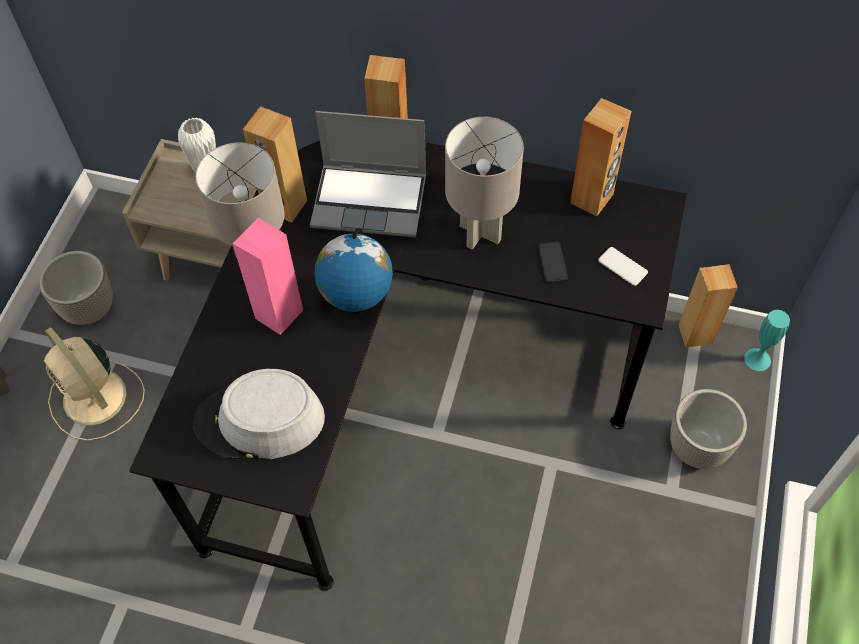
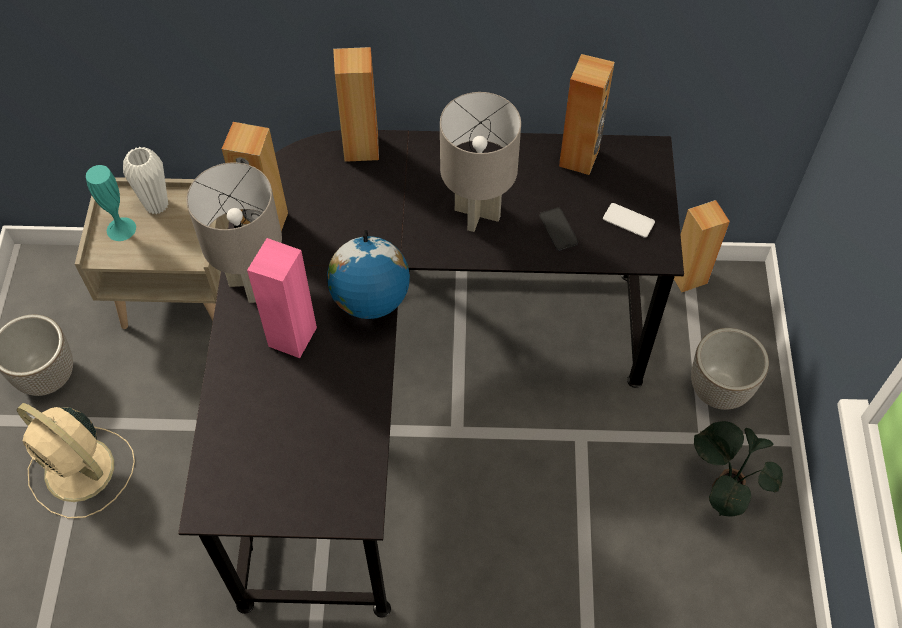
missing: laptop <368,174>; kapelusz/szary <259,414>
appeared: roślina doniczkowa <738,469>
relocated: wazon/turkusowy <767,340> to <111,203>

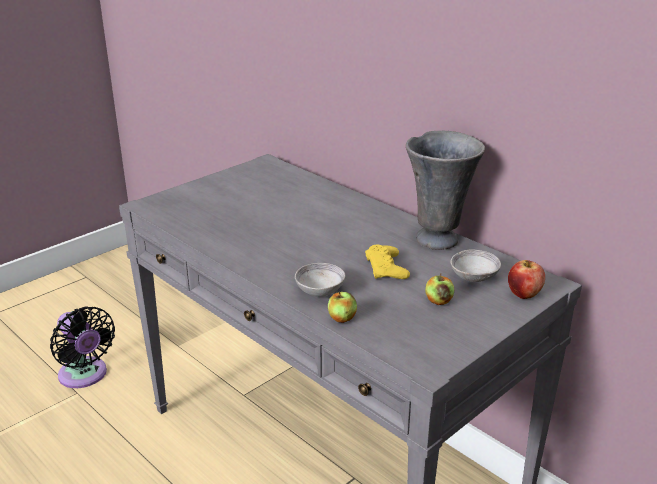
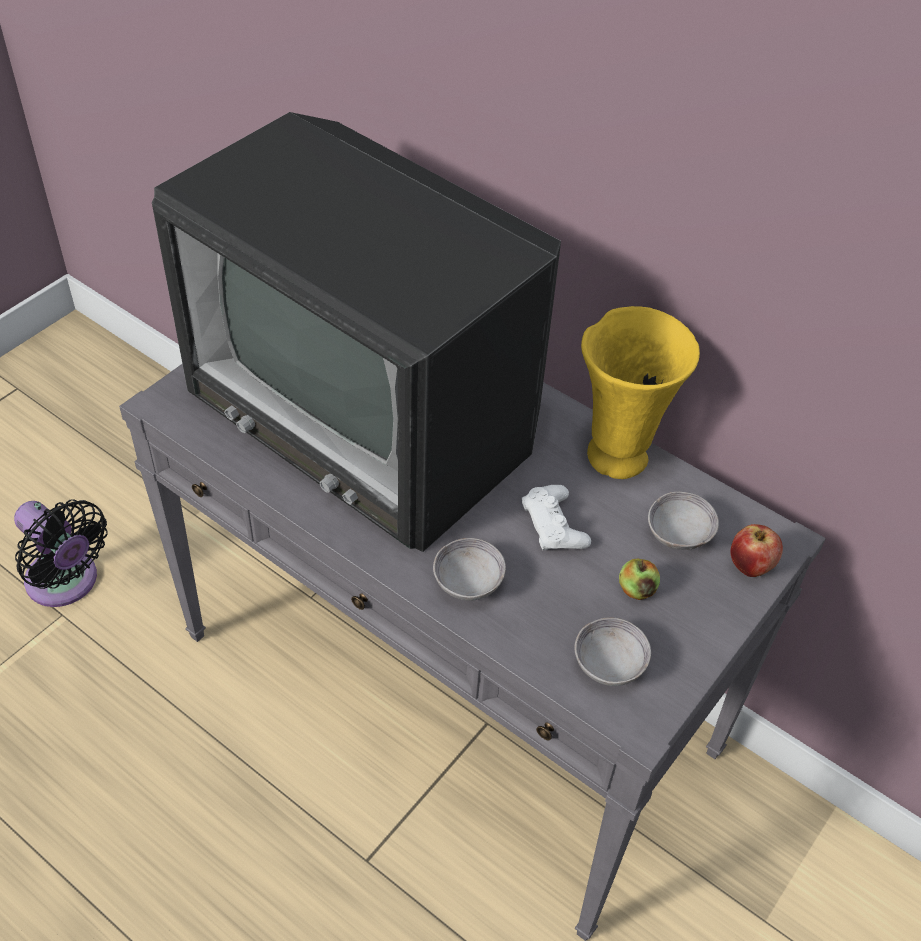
missing: jabłko <342,307>
appeared: telewizor <356,332>; miska/szary <612,651>
colour: wazon/szary <445,190> to wazon/żółty <640,392>; pad do gier/żółty <387,261> to pad do gier/biały <556,517>

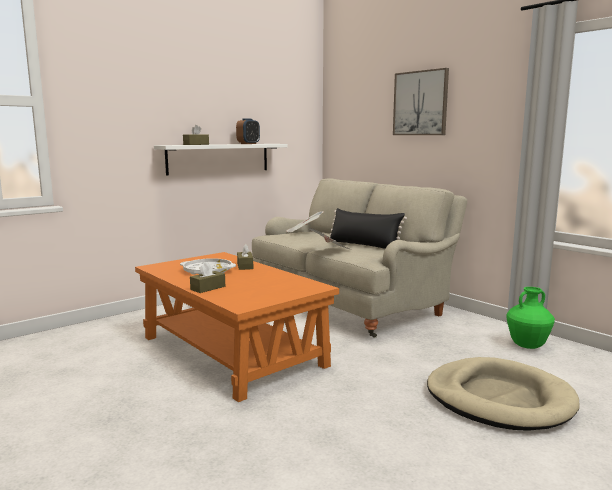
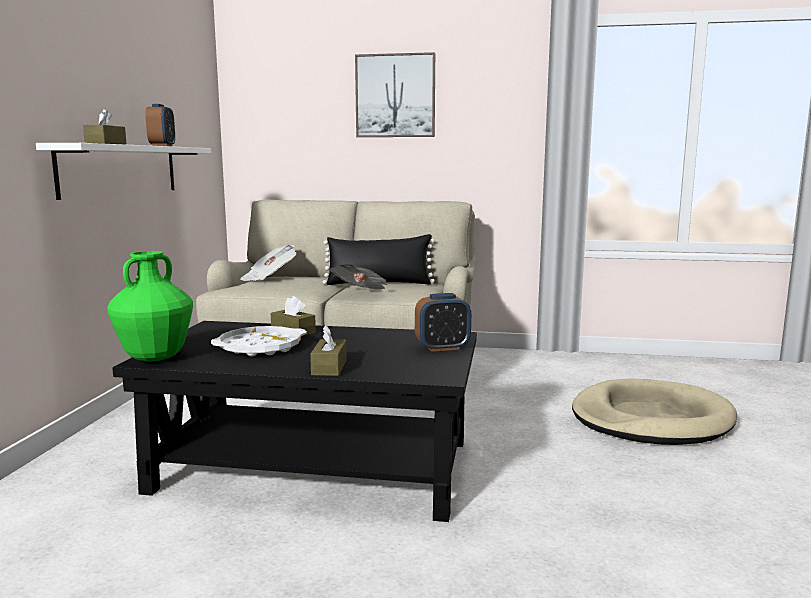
appeared: budzik <443,322>
relocated: wazon/zielony <530,318> to <150,306>
colour: ława/pomarańczowy <237,327> to ława/czarny <294,421>

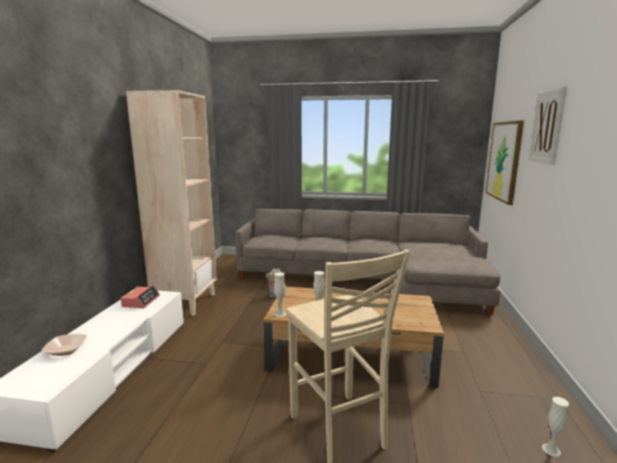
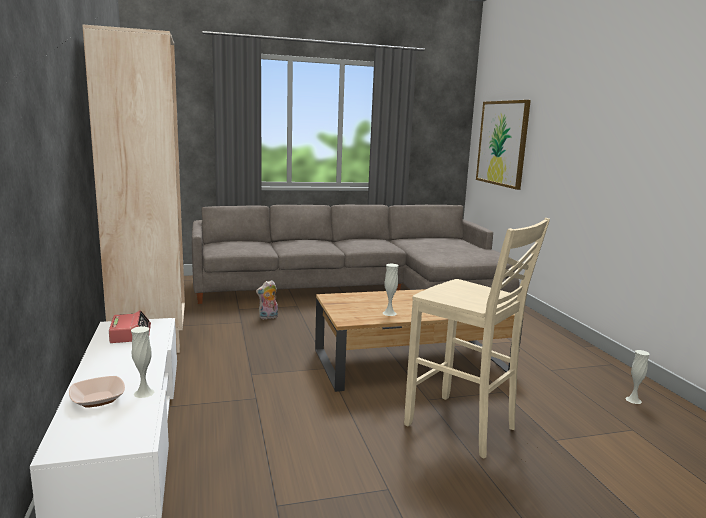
missing: obraz <547,125>
relocated: wazon/biały <280,294> to <143,362>

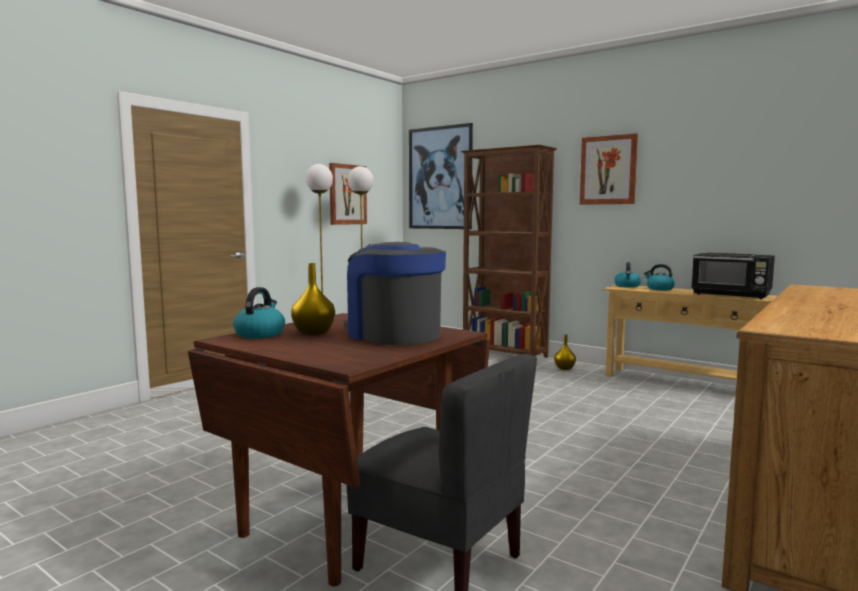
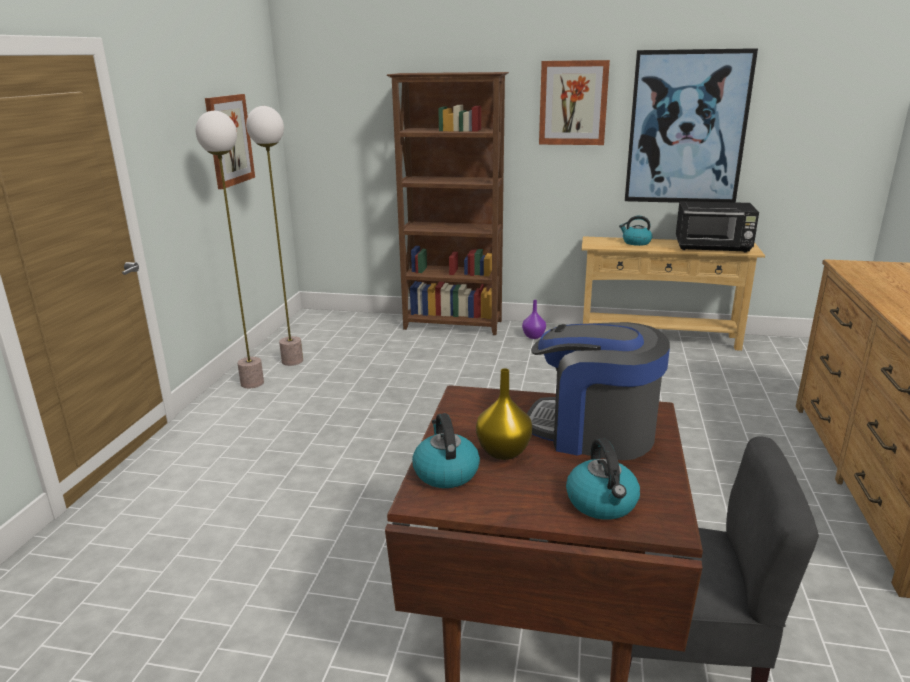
relocated: obraz <441,176> to <691,125>; czajnik <627,274> to <603,479>
colour: wazon/żółty <565,352> to wazon/fioletowy <534,319>

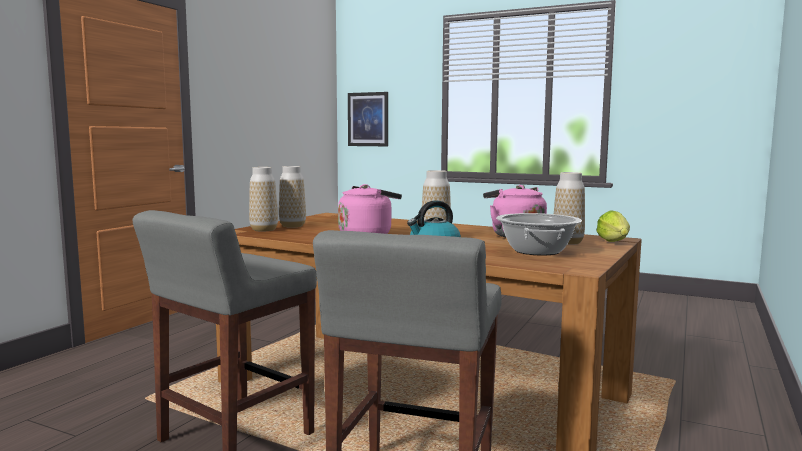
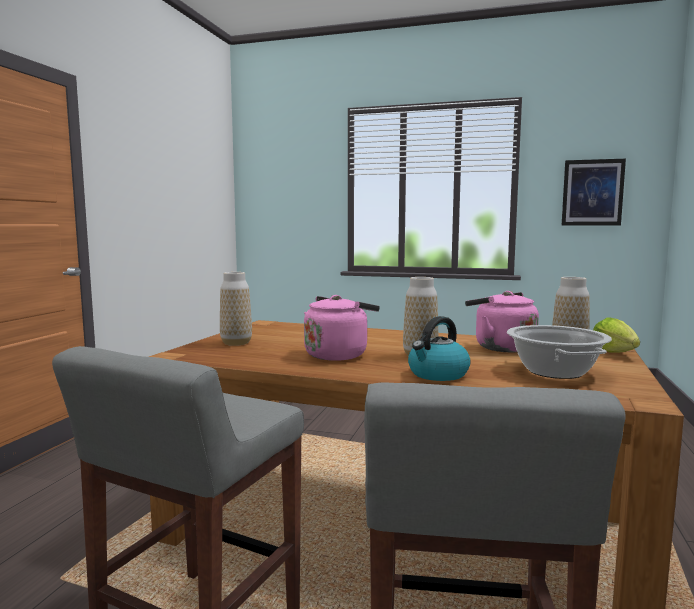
missing: wazon <263,199>
relocated: obraz <368,119> to <593,192>

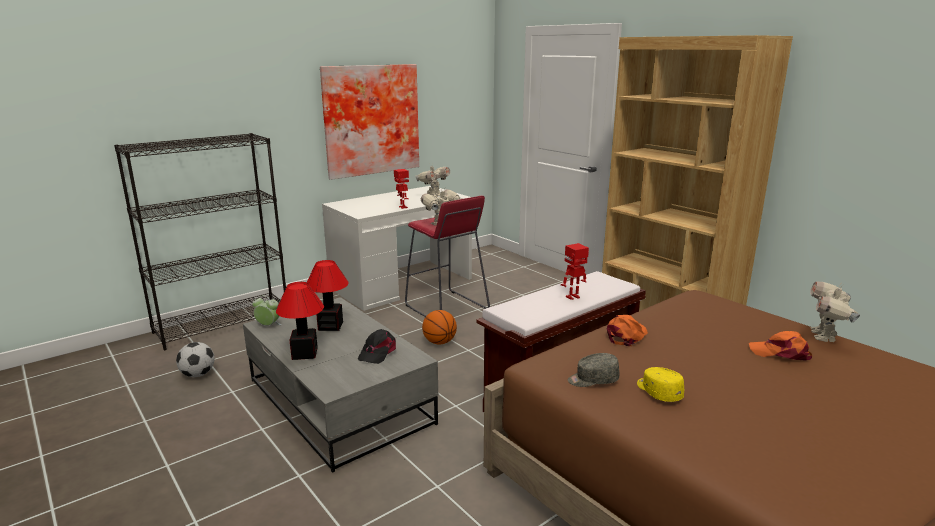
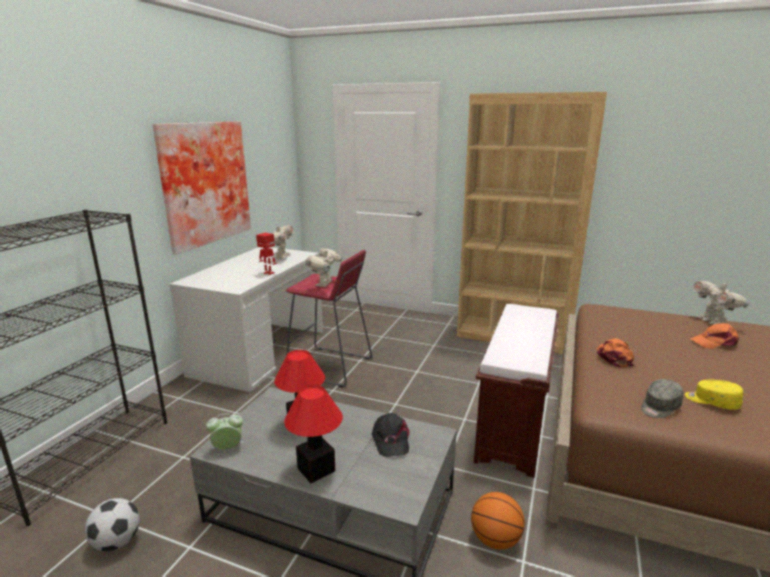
missing: robot zabawkowy <575,271>
relocated: piłka do koszykówki <439,327> to <498,521>

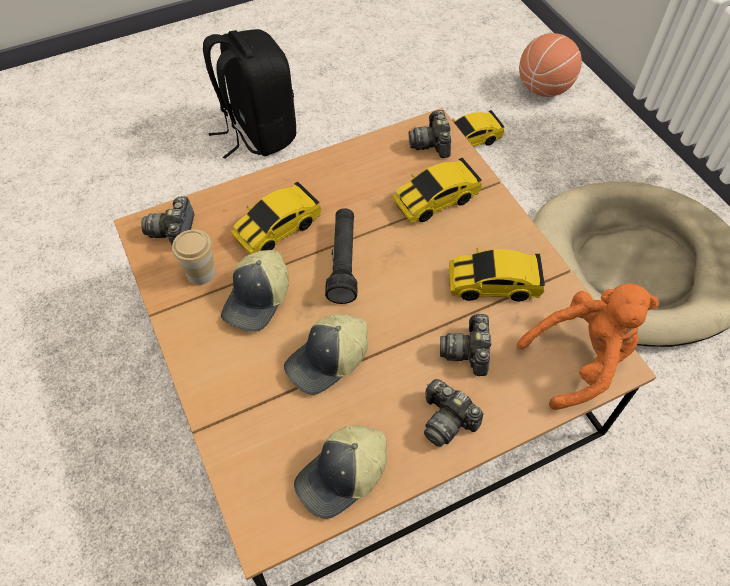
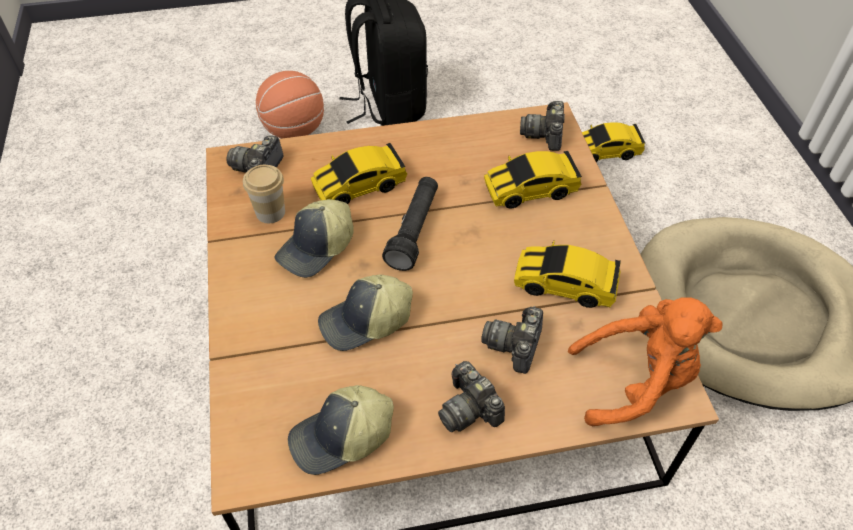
relocated: piłka do koszykówki <550,65> to <290,105>

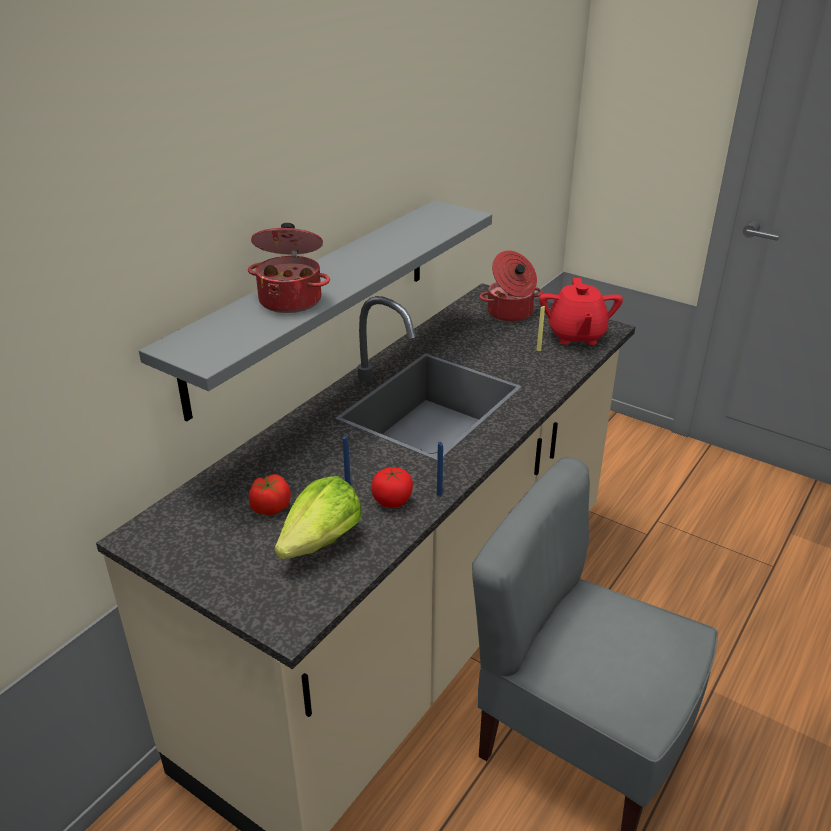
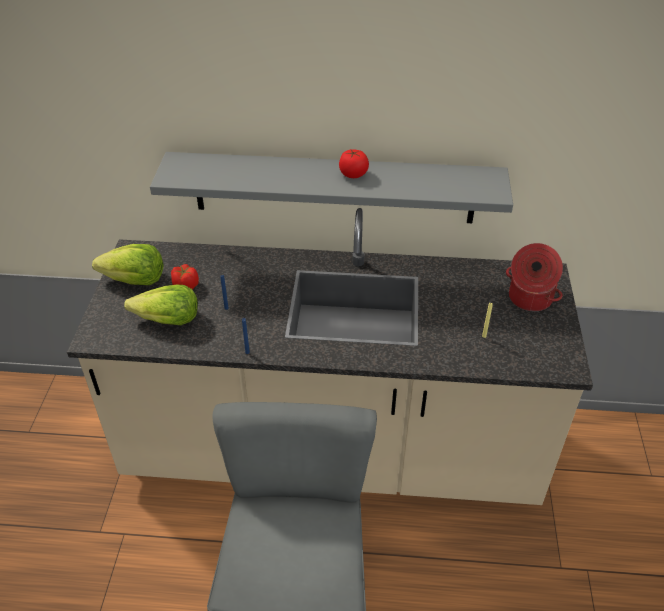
missing: garnek <289,268>; imbryk/czerwony <581,311>
appeared: sałata <128,264>
relocated: pomidor <392,487> to <354,163>

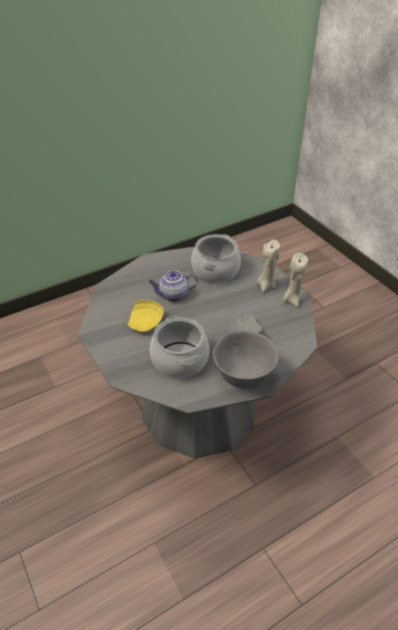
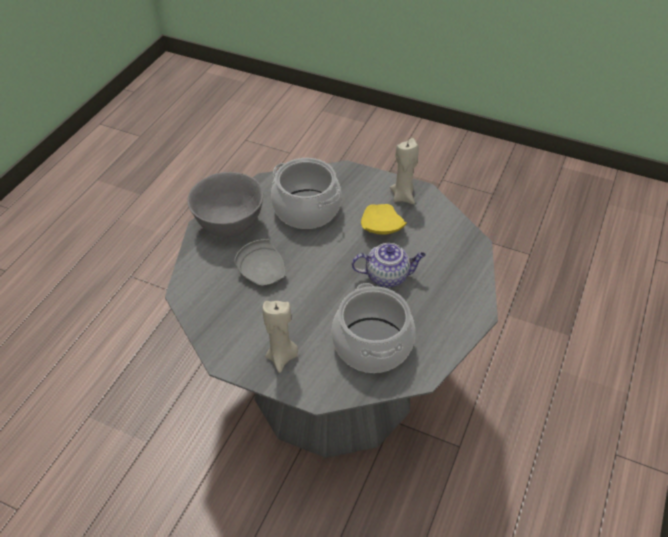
relocated: świeca/beżowy <295,280> to <404,171>
spun: imbryk <173,286> = <389,265> 45 degrees clockwise

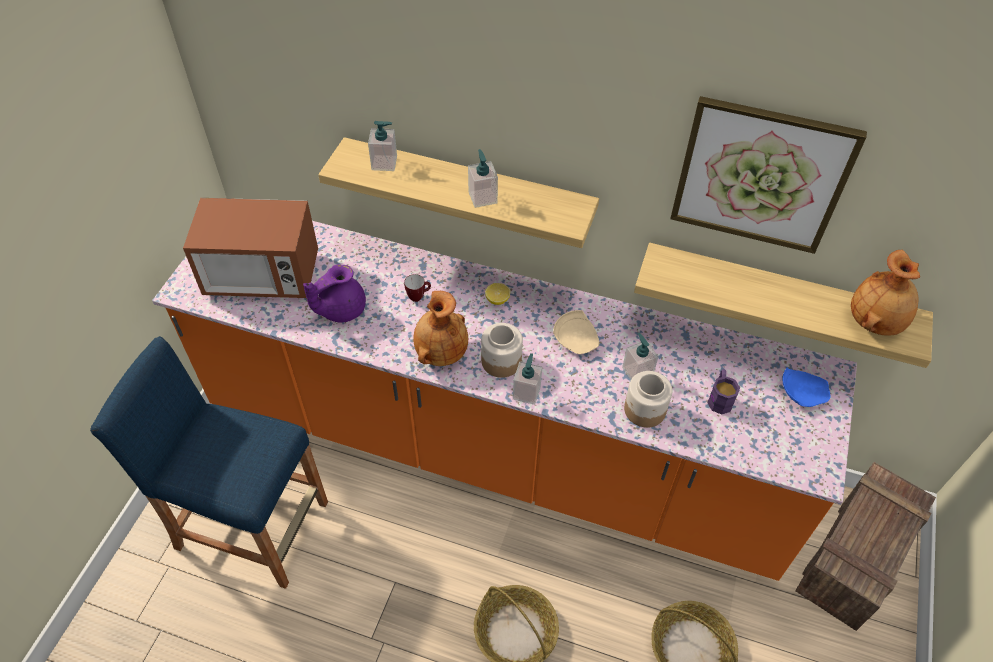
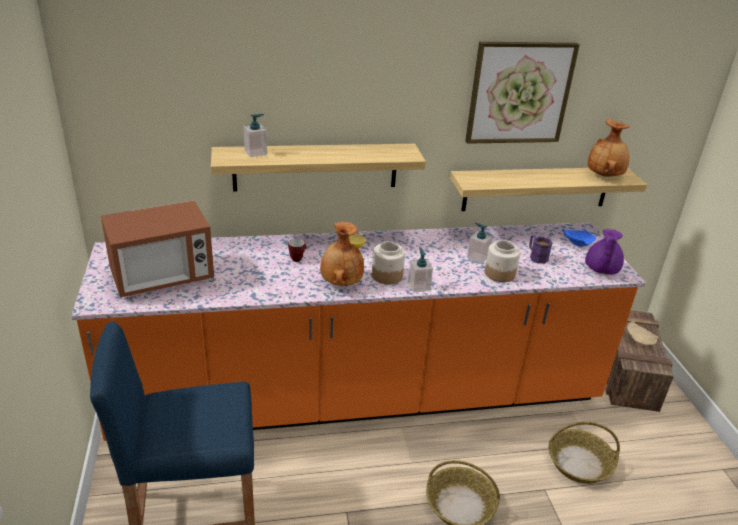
missing: dozownik mydła <483,178>
relocated: imbryk/fioletowy <334,293> to <604,252>; talerz/beżowy <576,332> to <642,333>

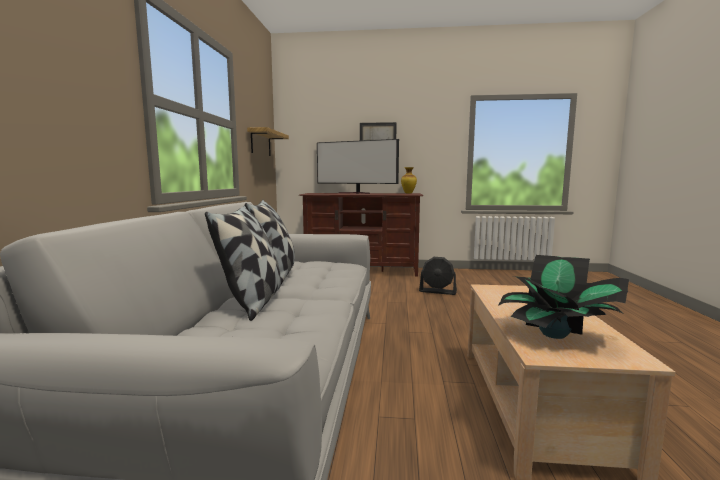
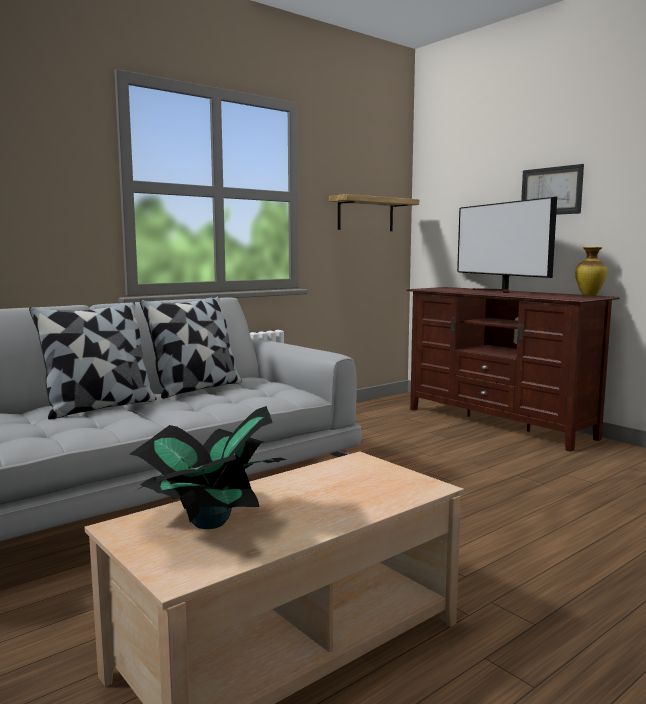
missing: wentylator/czarny <438,276>

